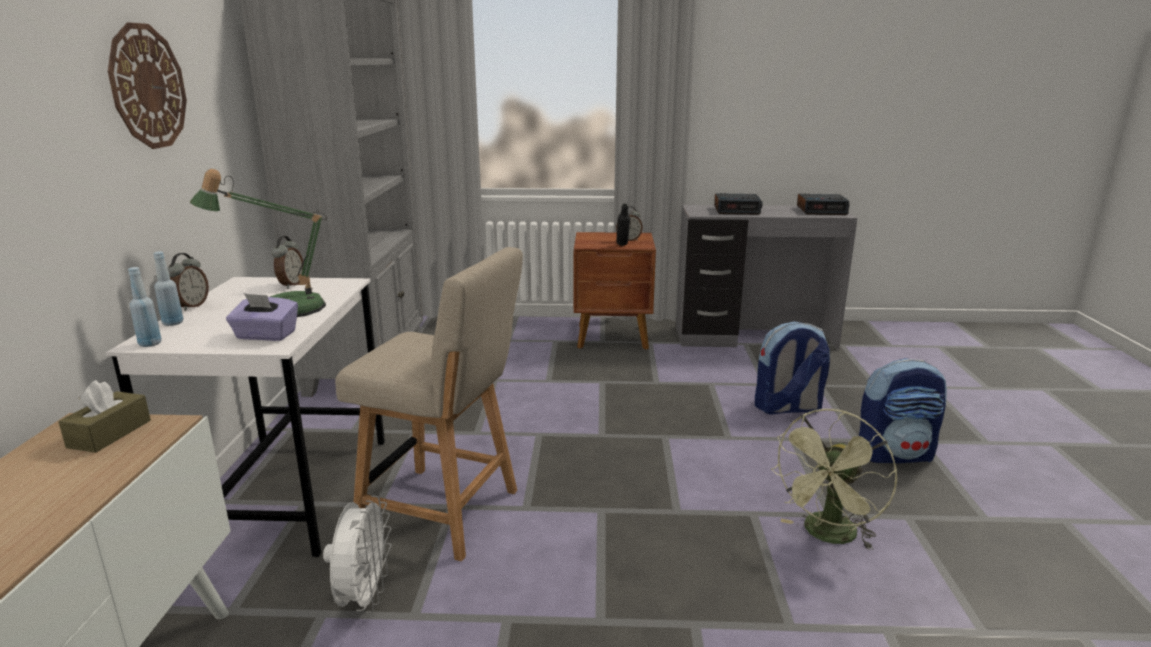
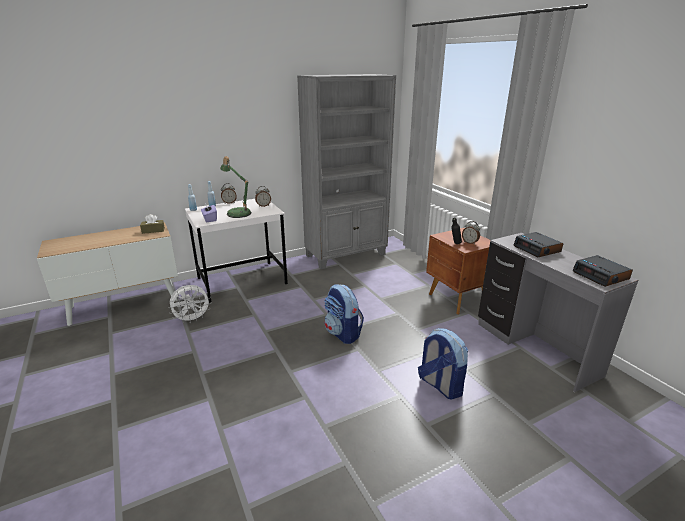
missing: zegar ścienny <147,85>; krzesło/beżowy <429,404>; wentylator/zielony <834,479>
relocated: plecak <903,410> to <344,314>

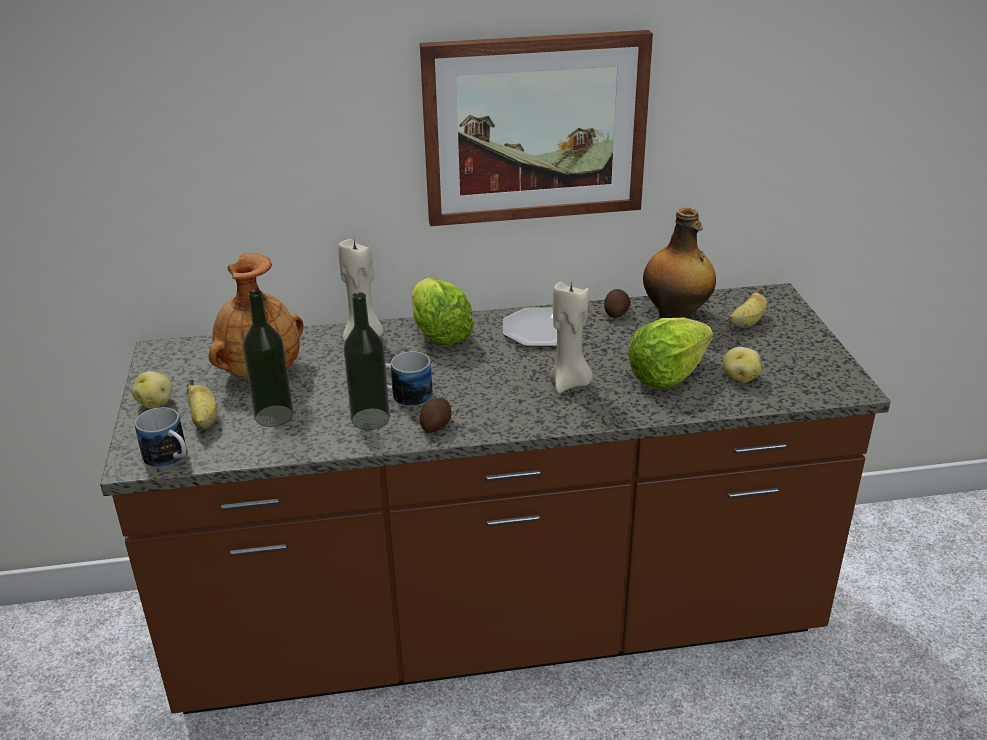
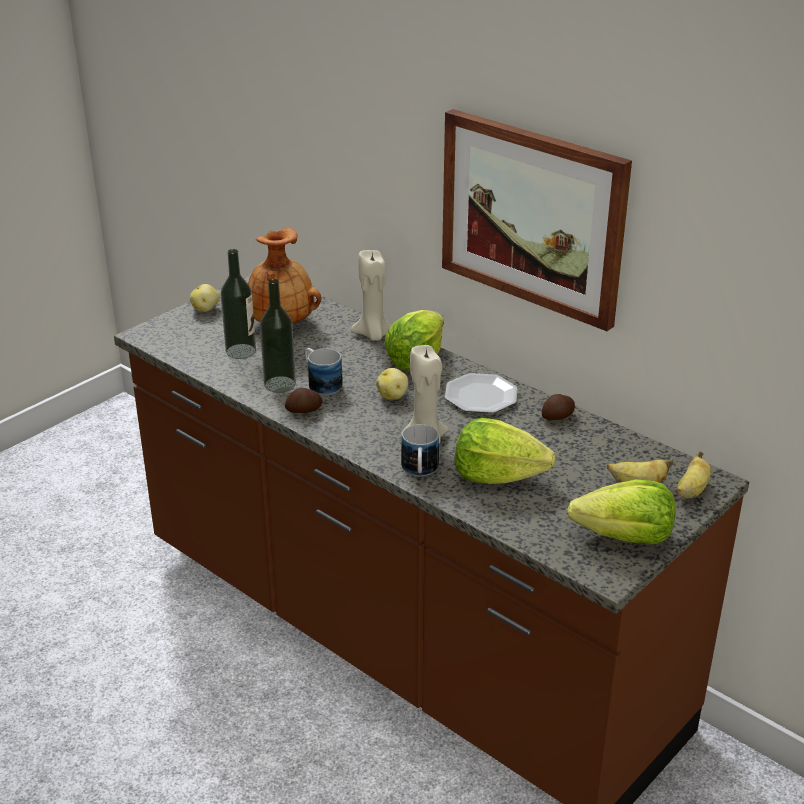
missing: butelka <679,263>
appeared: sałata <621,512>
relocated: ziemniak <742,365> to <392,384>; banan <202,404> to <693,475>; kubek <161,437> to <420,450>

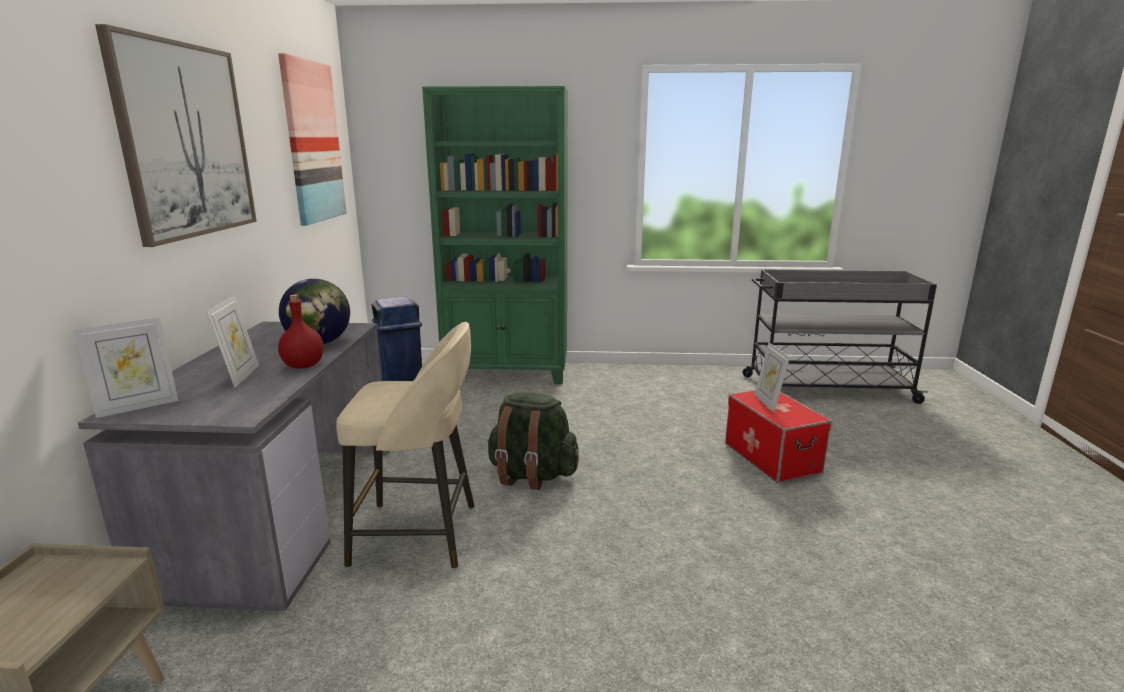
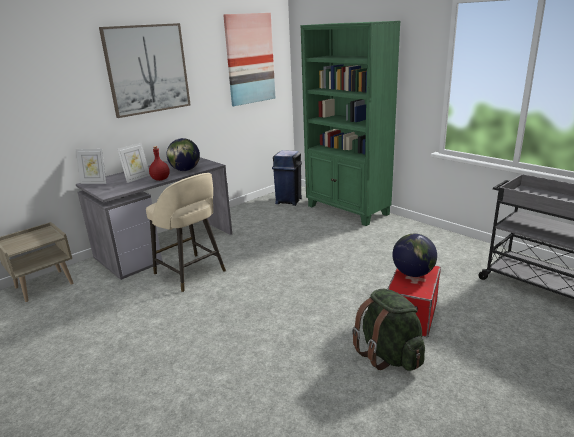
relocated: plecak/zielony <533,441> to <388,330>
exchanged: ramka na zdjęcie <772,377> to globus <414,255>

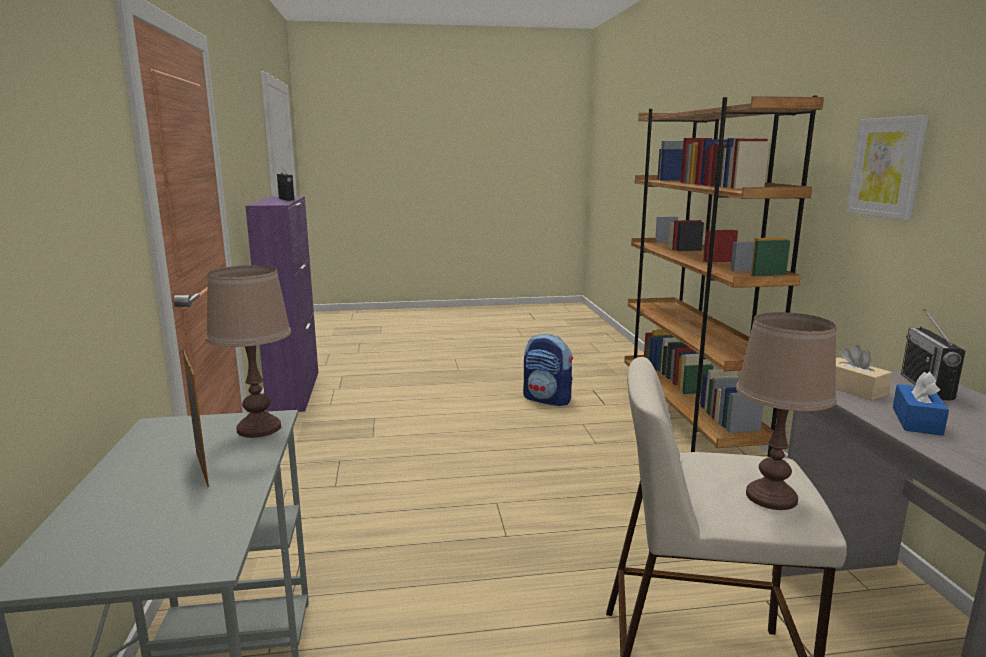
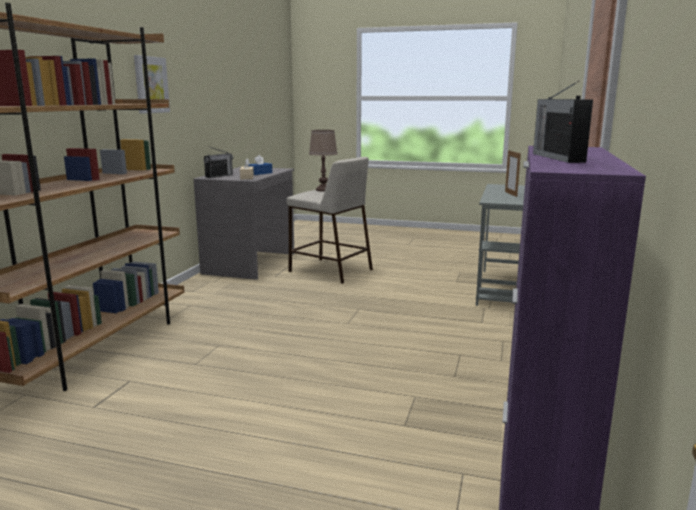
missing: lampa stołowa/brązowy <248,351>; plecak <548,370>

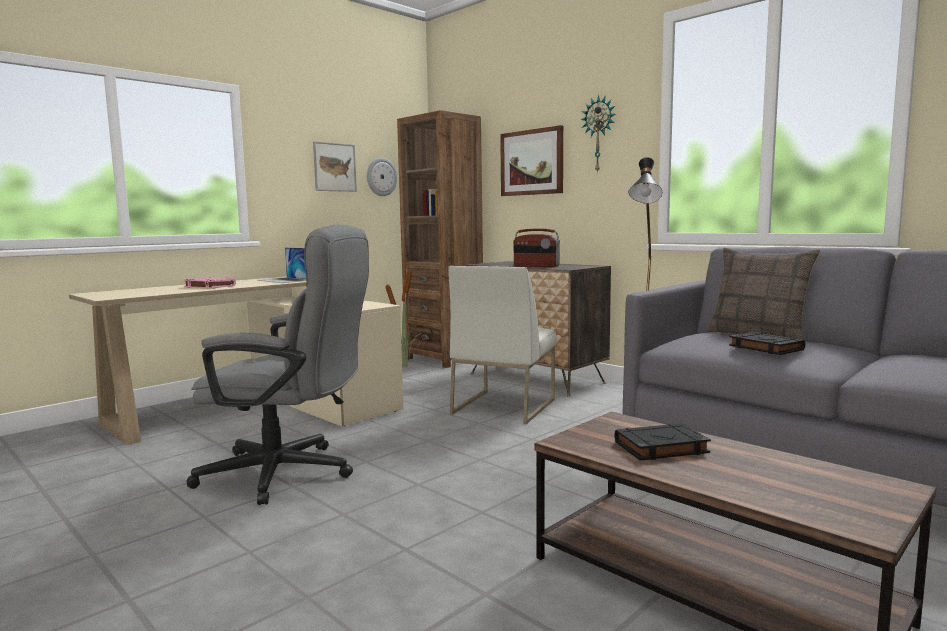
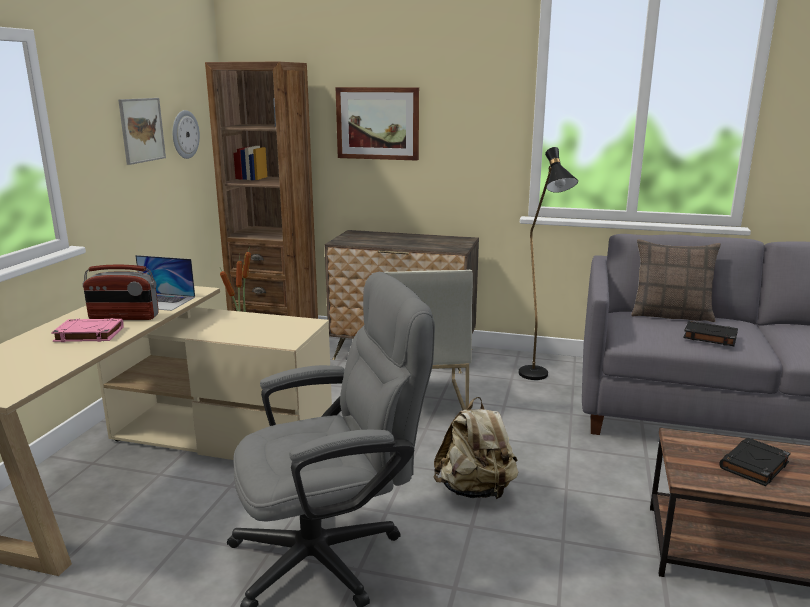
missing: zegar ścienny <598,134>
appeared: plecak/beżowy <476,448>
relocated: radio <536,248> to <121,292>

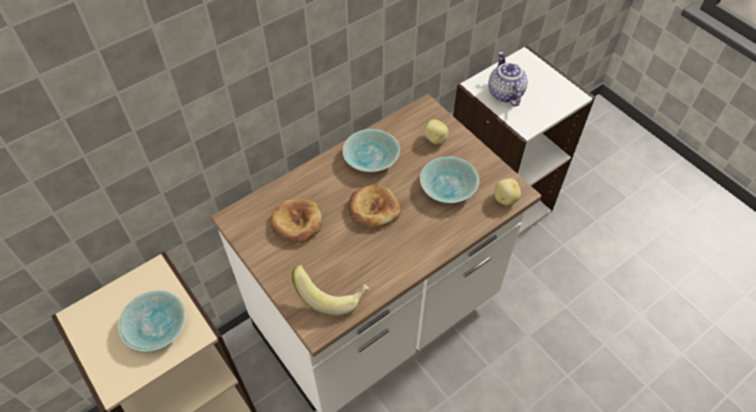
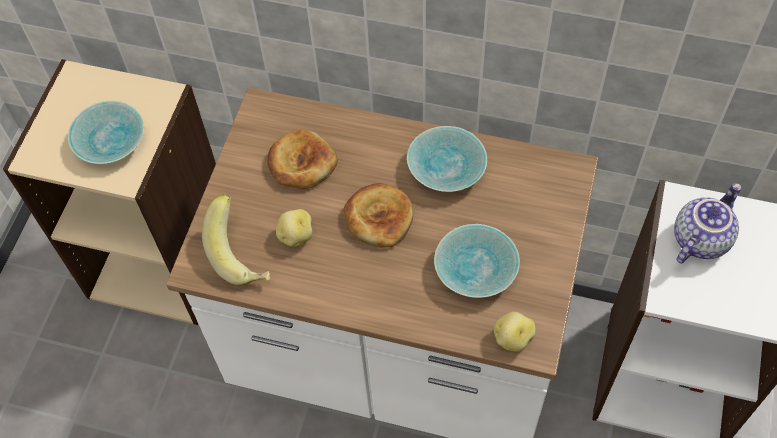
relocated: ziemniak <436,132> to <294,228>

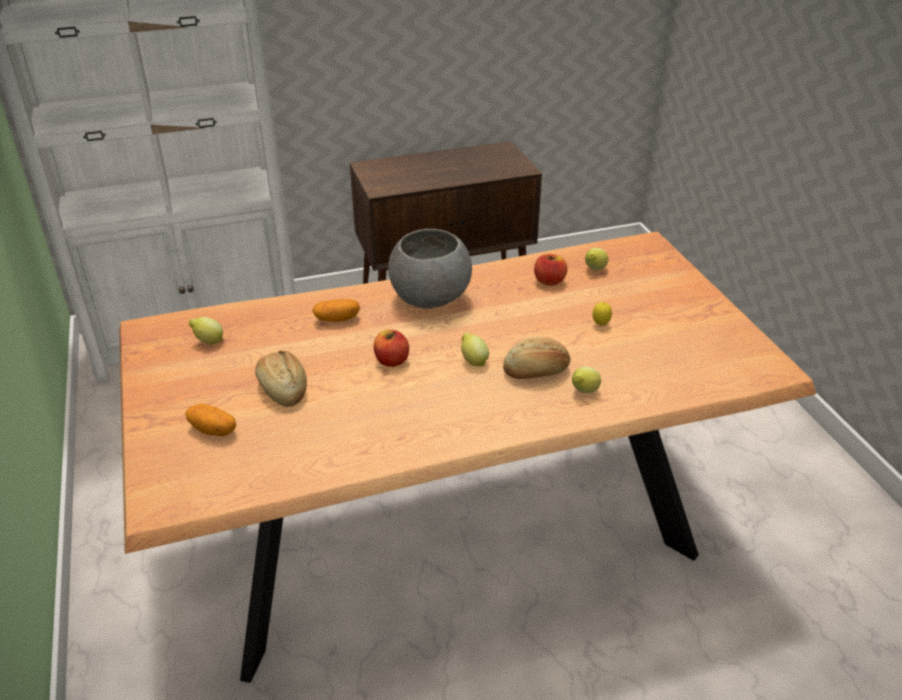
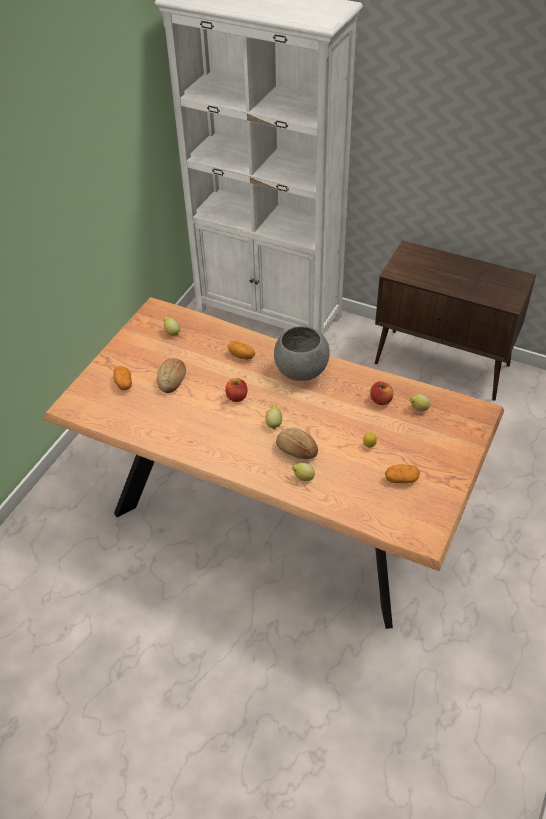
appeared: ziemniak <402,473>

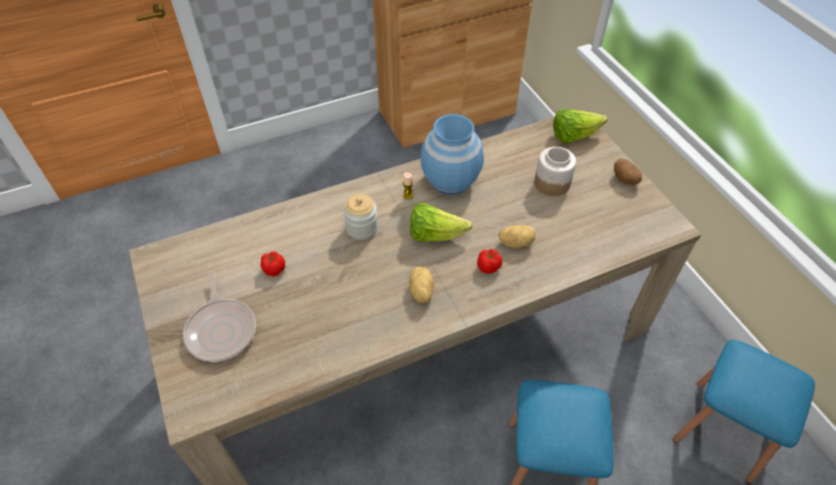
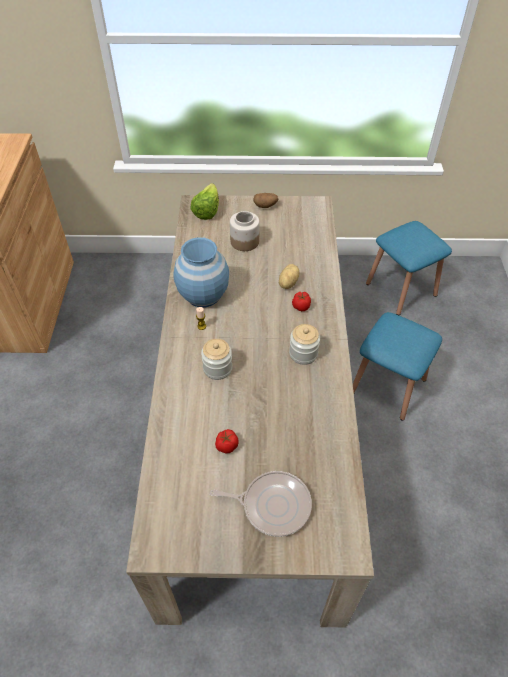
missing: sałata <441,222>
exchanged: ziemniak <421,285> to słoik <304,344>

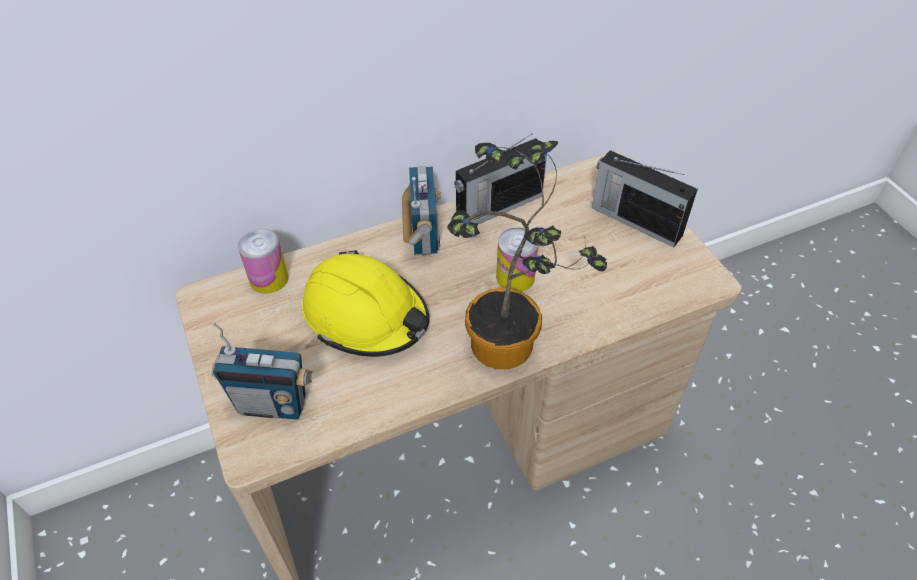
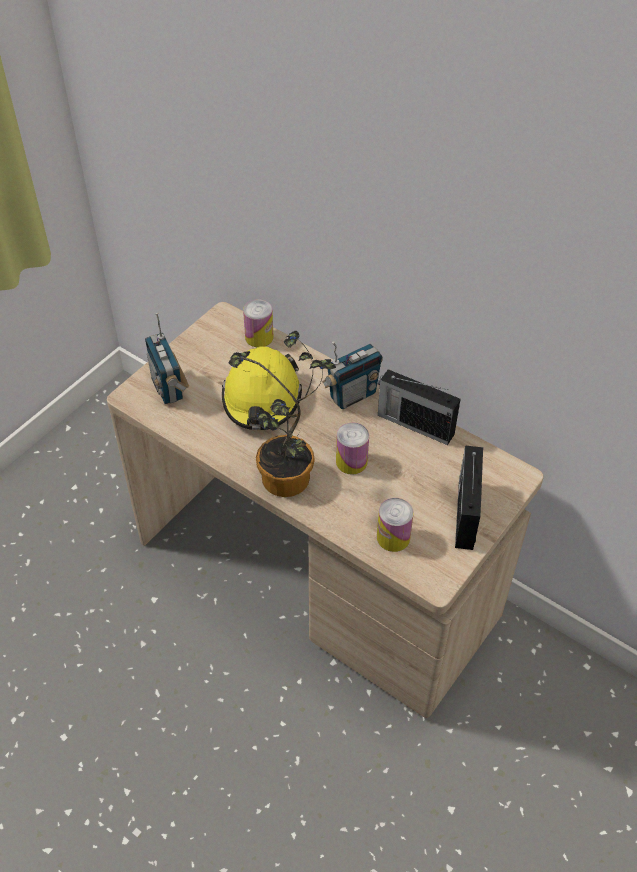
appeared: puszka <395,525>

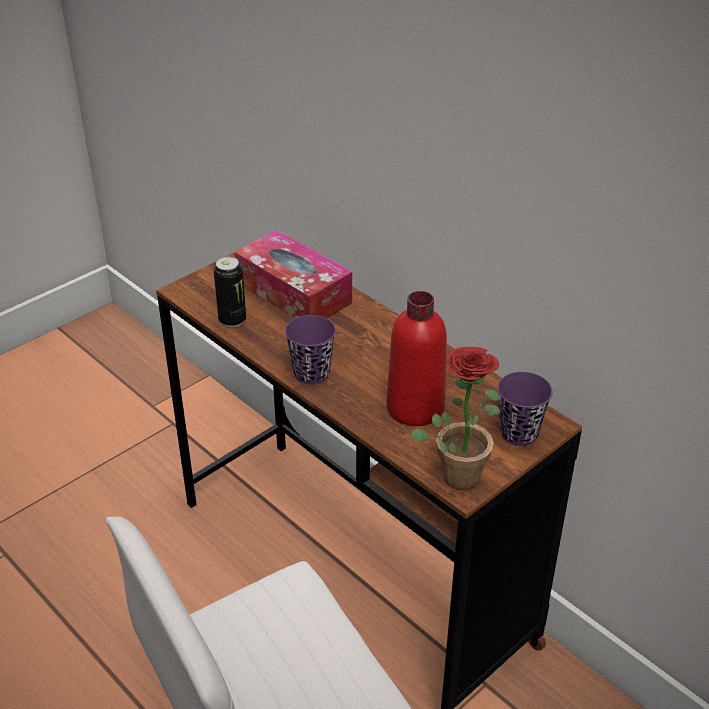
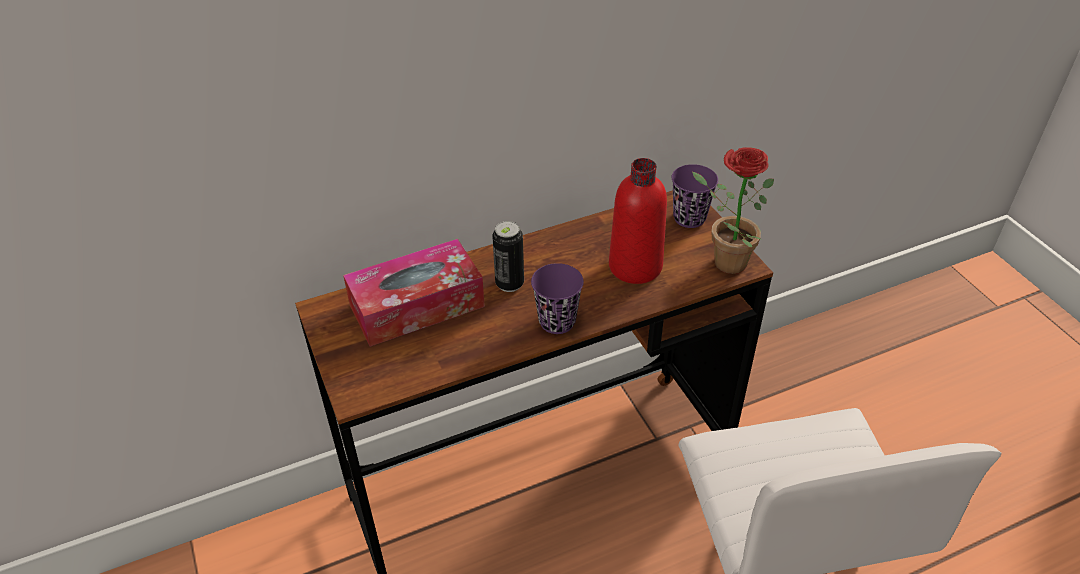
relocated: puszka <230,292> to <508,256>

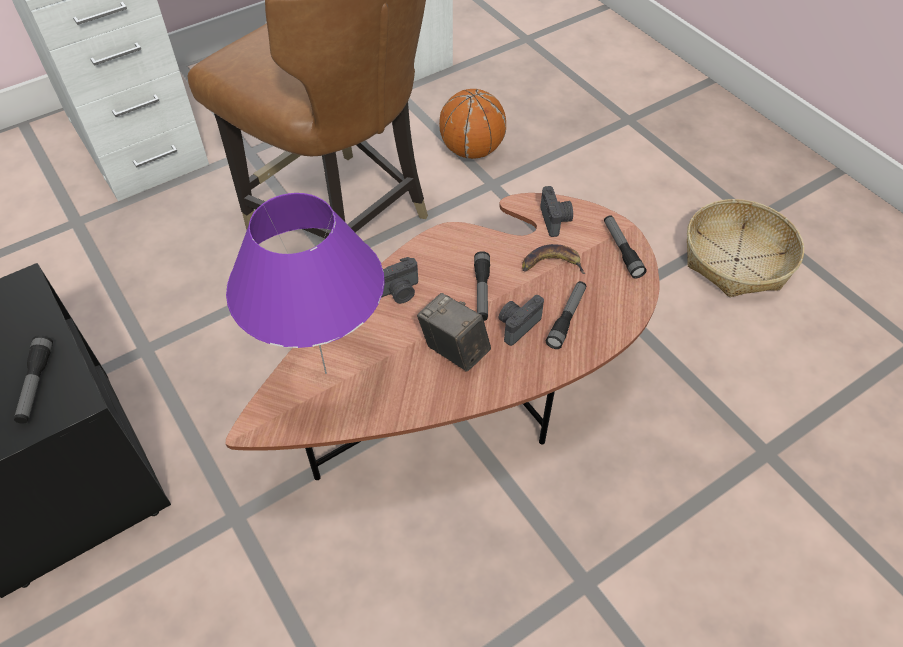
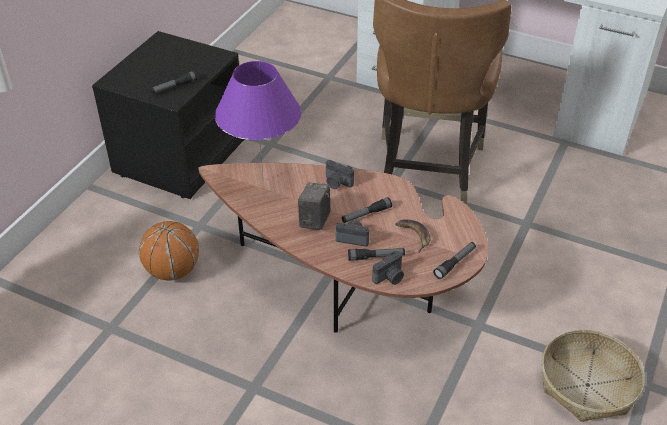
relocated: piłka do koszykówki <472,124> to <169,250>; aparat fotograficzny <556,211> to <388,268>

